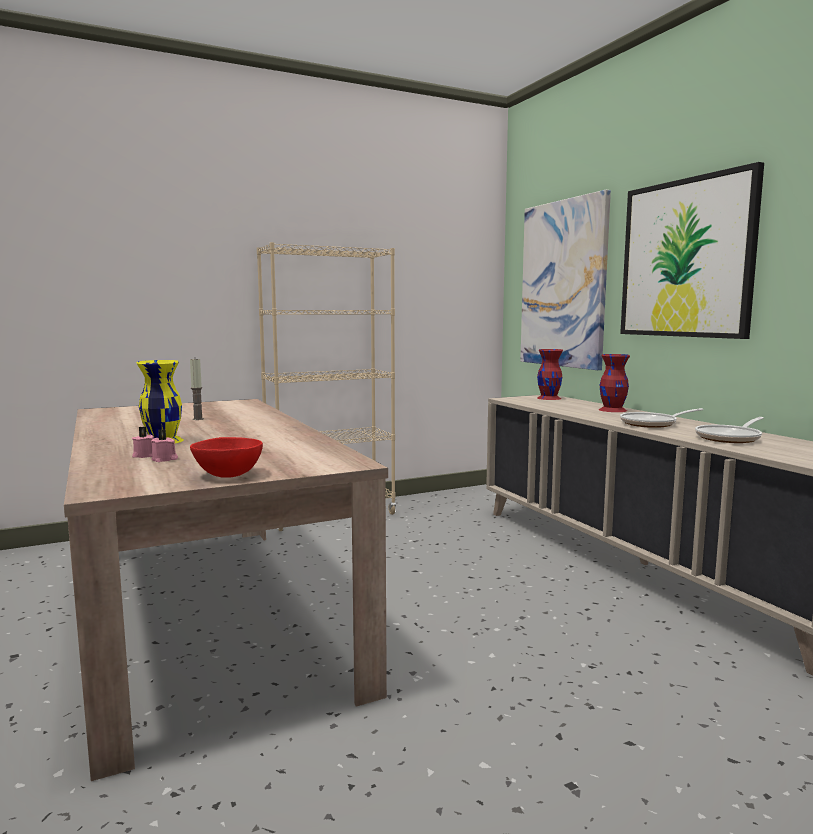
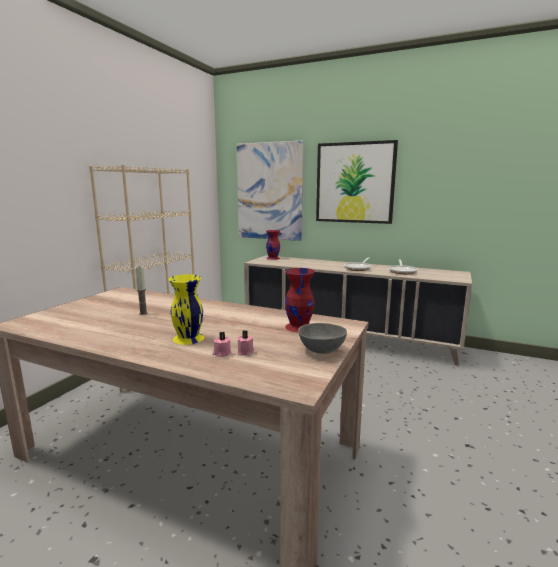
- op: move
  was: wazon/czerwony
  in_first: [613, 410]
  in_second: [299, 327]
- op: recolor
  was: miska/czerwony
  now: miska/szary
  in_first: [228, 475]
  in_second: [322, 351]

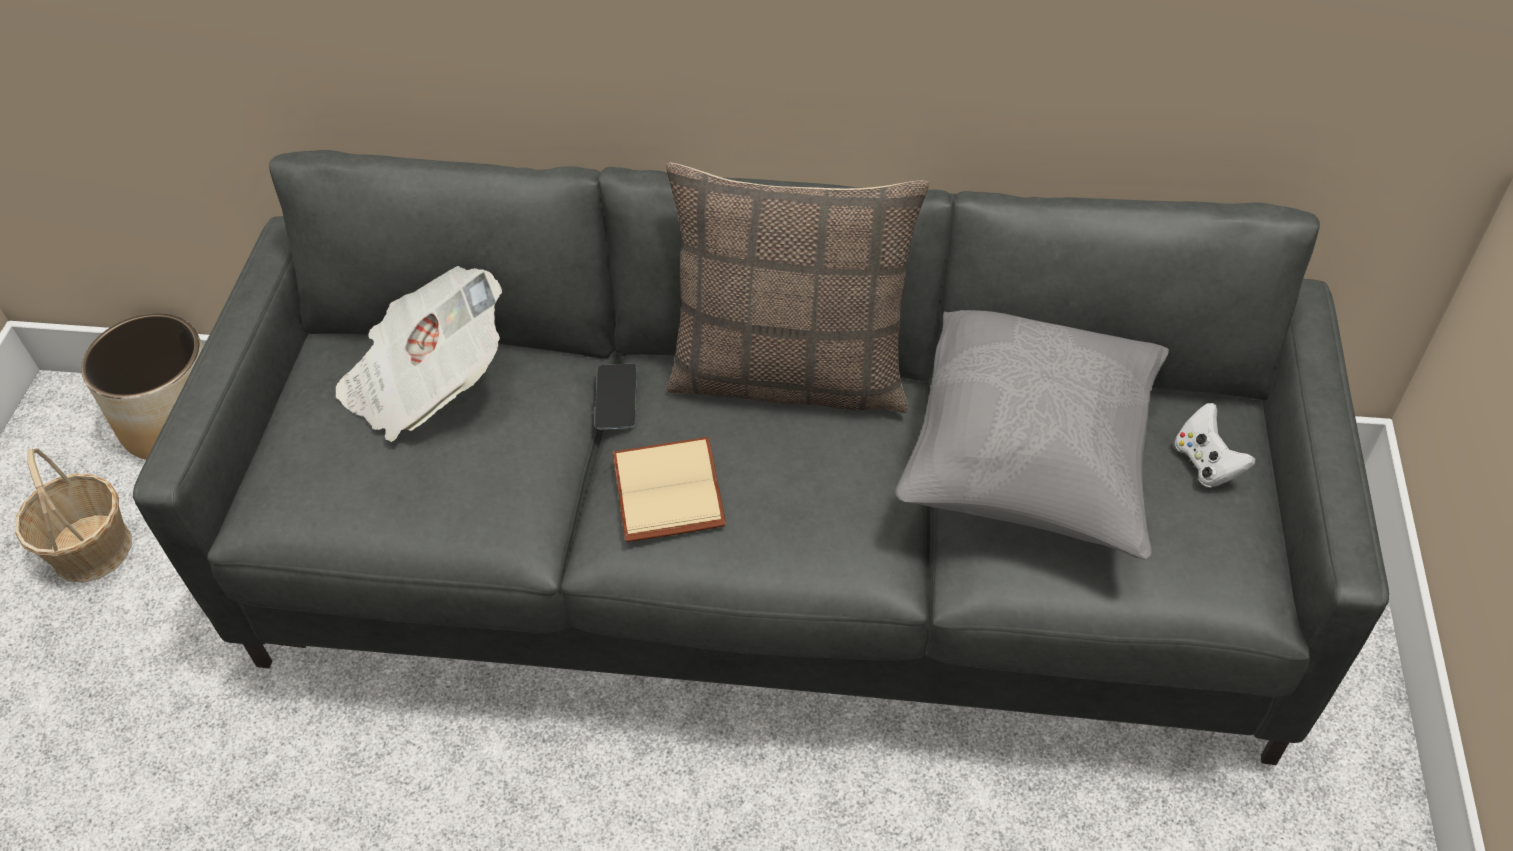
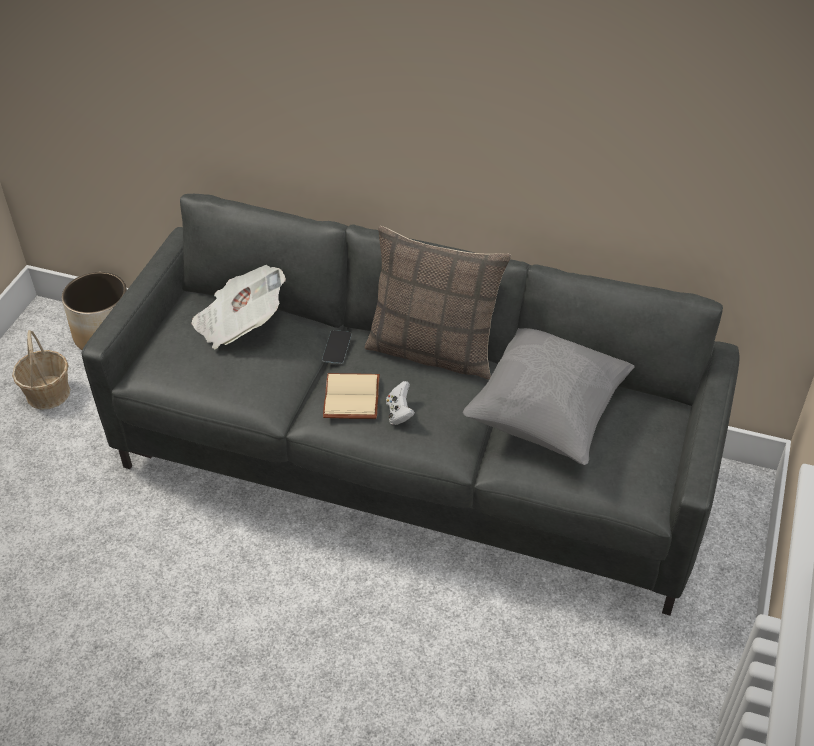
- op: move
  was: pad do gier/biały
  in_first: [1206, 463]
  in_second: [399, 413]

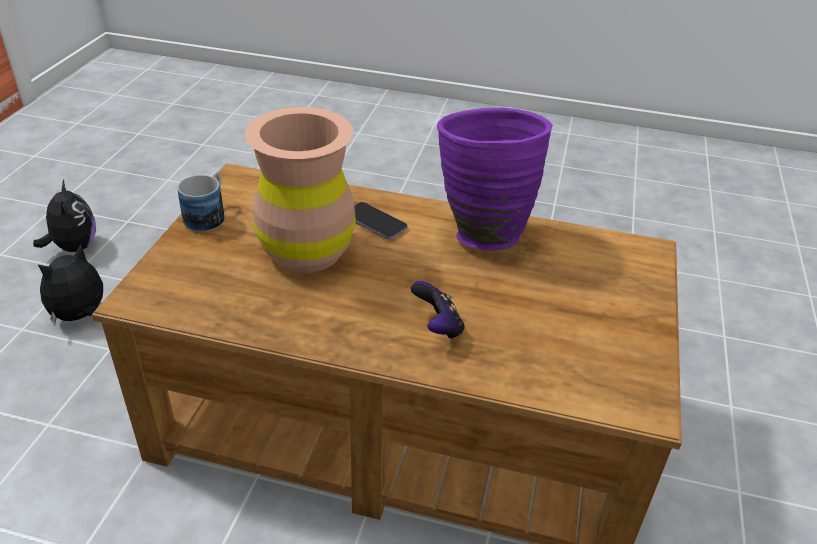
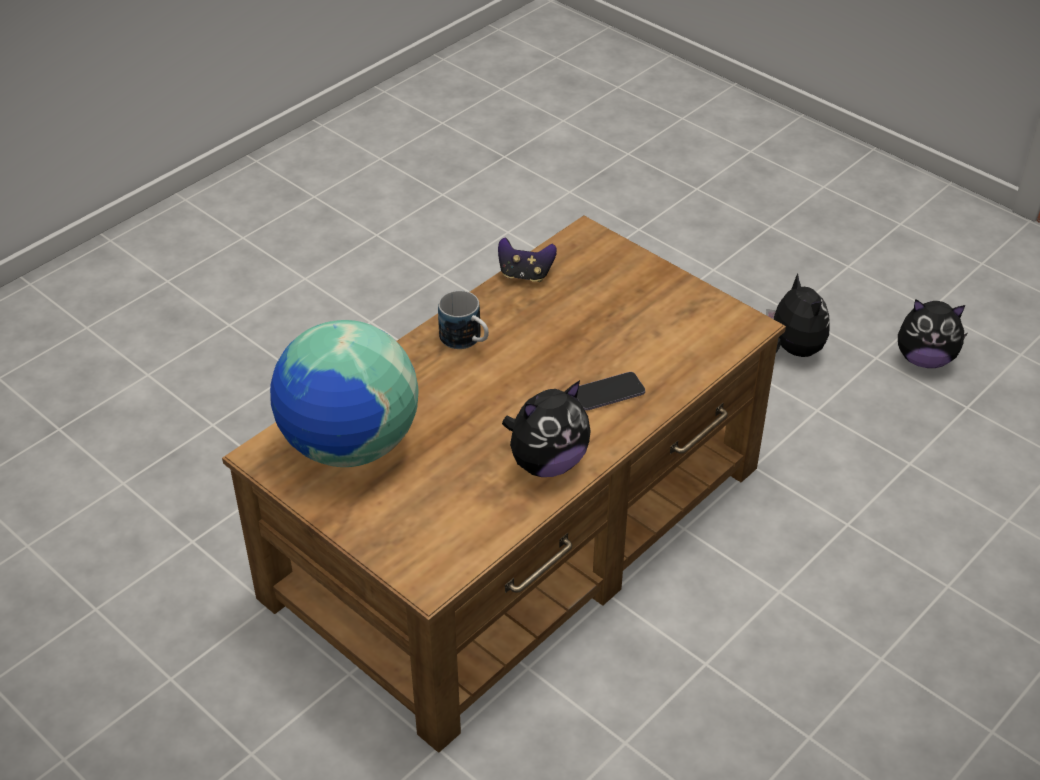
- op: delete
  was: wazon/brązowy
  in_first: [306, 251]
- op: replace
  was: wazon/fioletowy
  now: pluszak
  in_first: [480, 231]
  in_second: [547, 462]
- op: move
  was: kubek
  in_first: [208, 216]
  in_second: [466, 341]
- op: move
  was: pad do gier
  in_first: [438, 327]
  in_second: [525, 274]
- op: insert
  now: globus
  in_second: [349, 445]

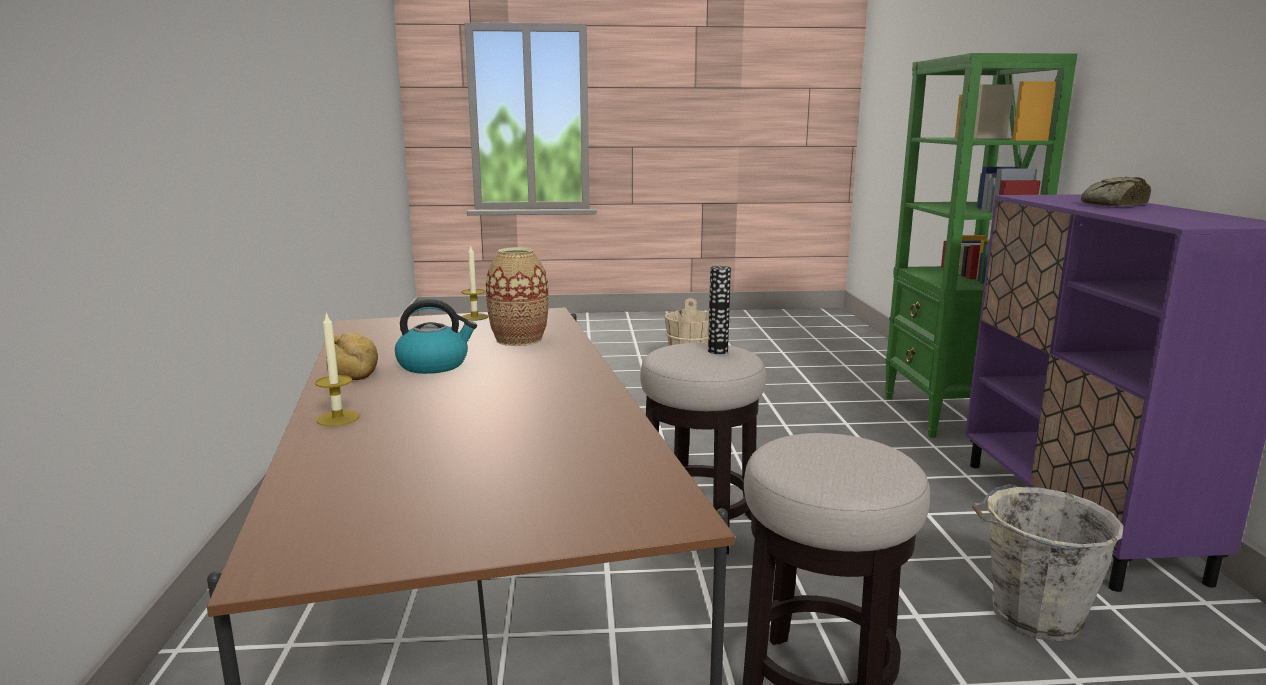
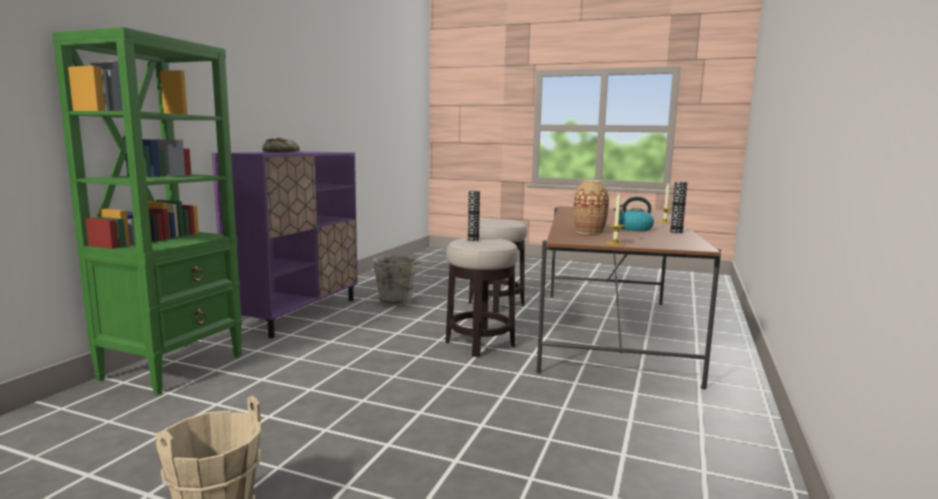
- op: replace
  was: chleb
  now: wazon
  in_first: [352, 366]
  in_second: [676, 232]

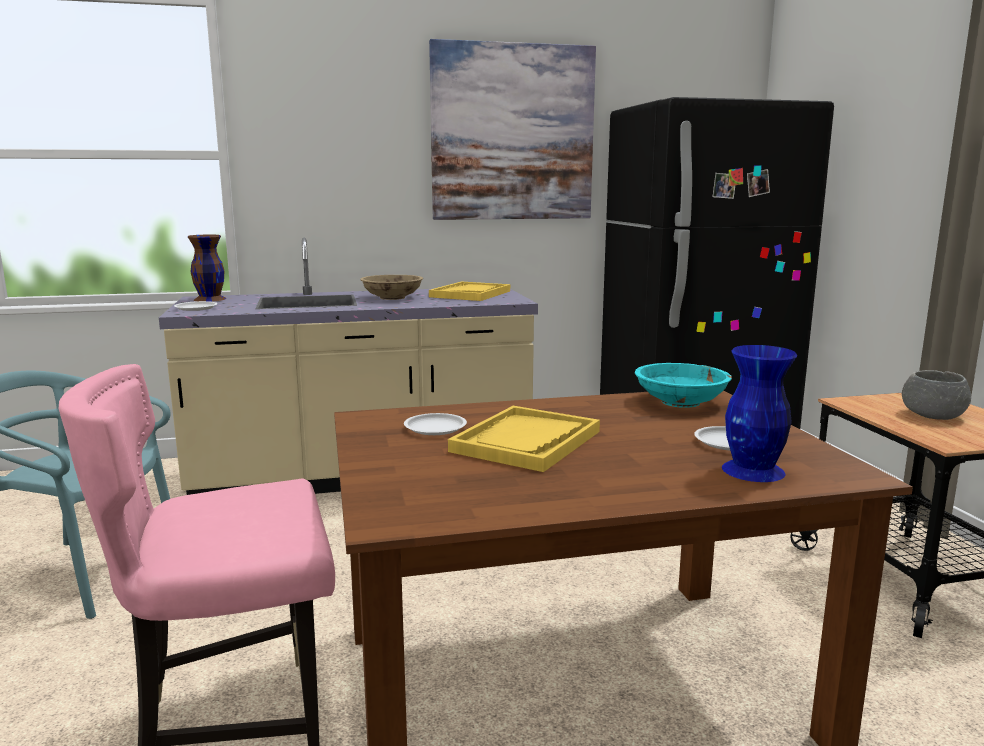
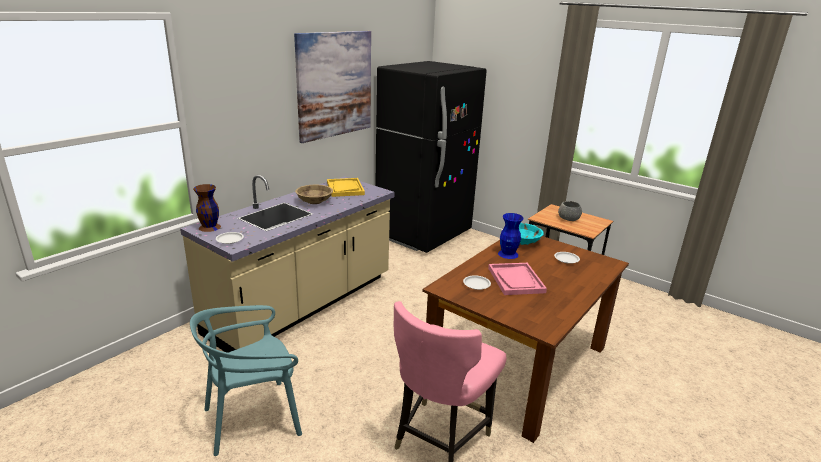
- op: move
  was: wazon/niebieski
  in_first: [752, 470]
  in_second: [508, 254]
- op: recolor
  was: taca/żółty
  now: taca/różowy
  in_first: [526, 441]
  in_second: [516, 280]

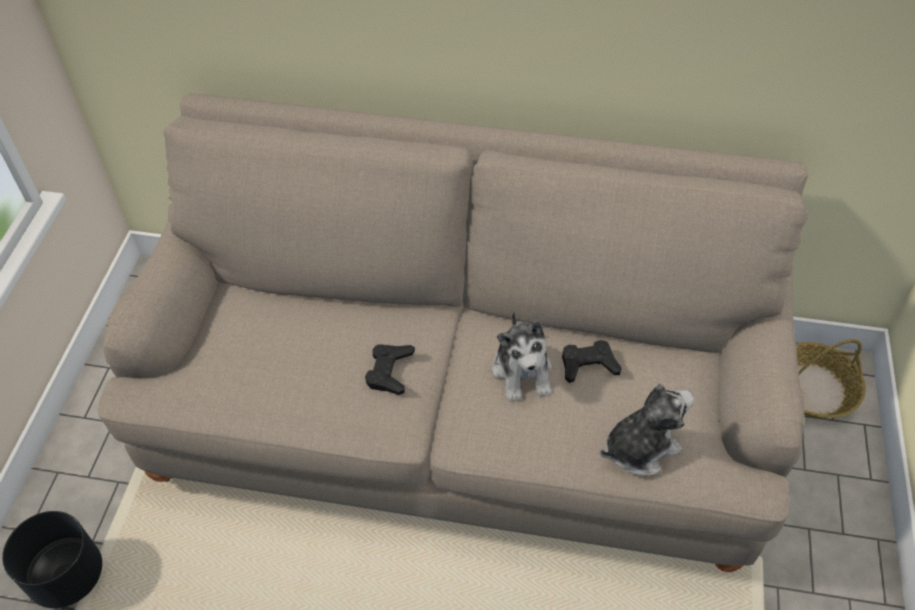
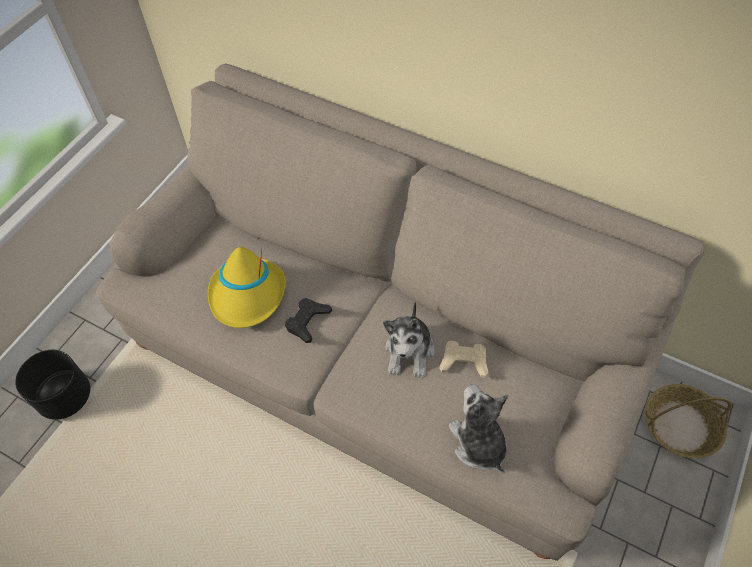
- op: recolor
  was: pad do gier/czarny
  now: pad do gier/beżowy
  in_first: [588, 364]
  in_second: [464, 361]
- op: rotate
  was: pluszak
  in_first: [639, 447]
  in_second: [478, 443]
  clockwise: -105
- op: insert
  now: kapelusz/żółty
  in_second: [248, 295]

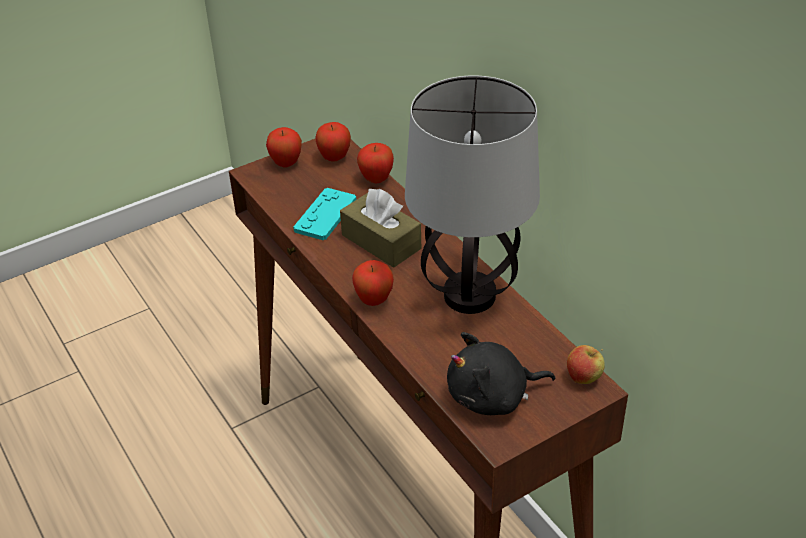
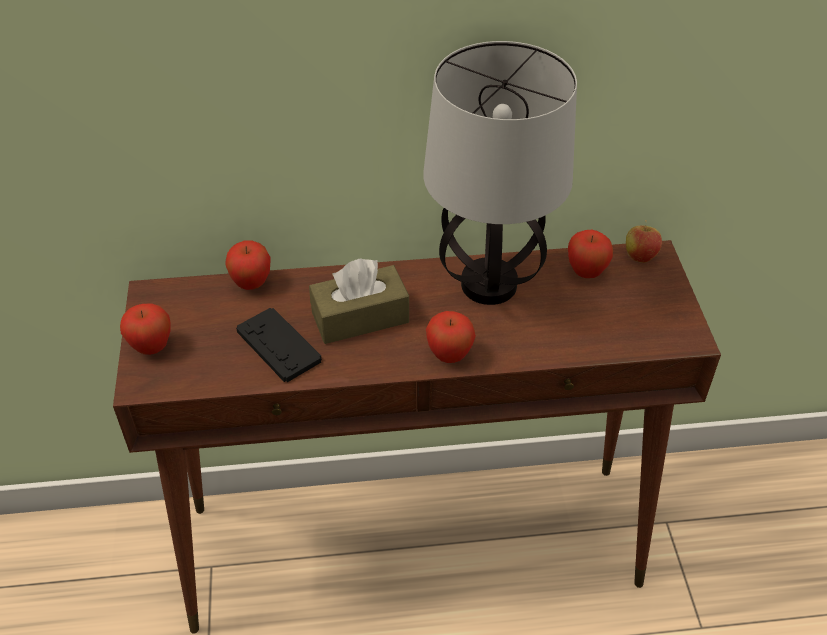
- op: move
  was: jabłko
  in_first: [334, 158]
  in_second: [586, 272]
- op: recolor
  was: pad do gier/turkusowy
  now: pad do gier/czarny
  in_first: [325, 215]
  in_second: [278, 346]
- op: delete
  was: pluszak/czarny
  in_first: [492, 397]

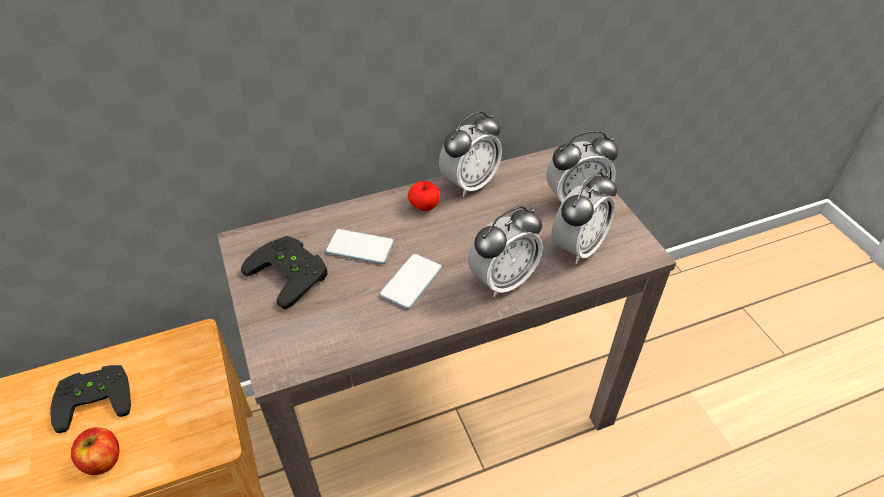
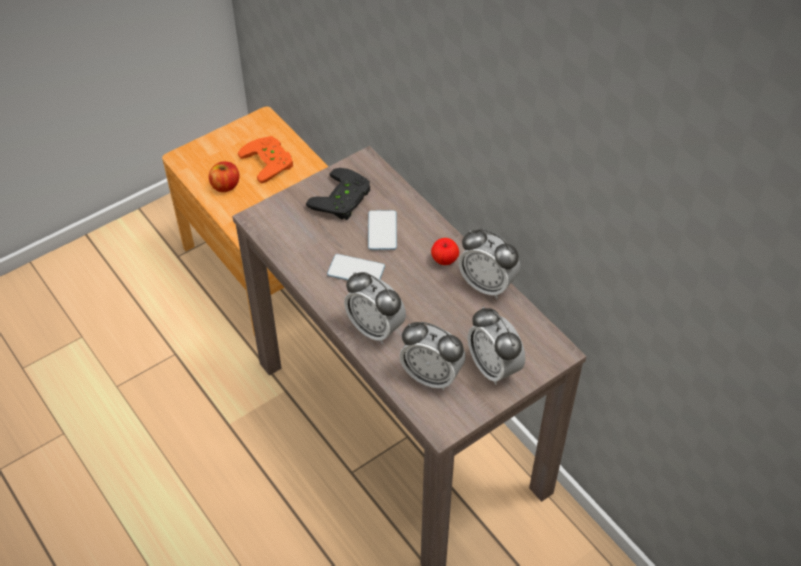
- op: recolor
  was: pad do gier/czarny
  now: pad do gier/pomarańczowy
  in_first: [96, 396]
  in_second: [270, 161]

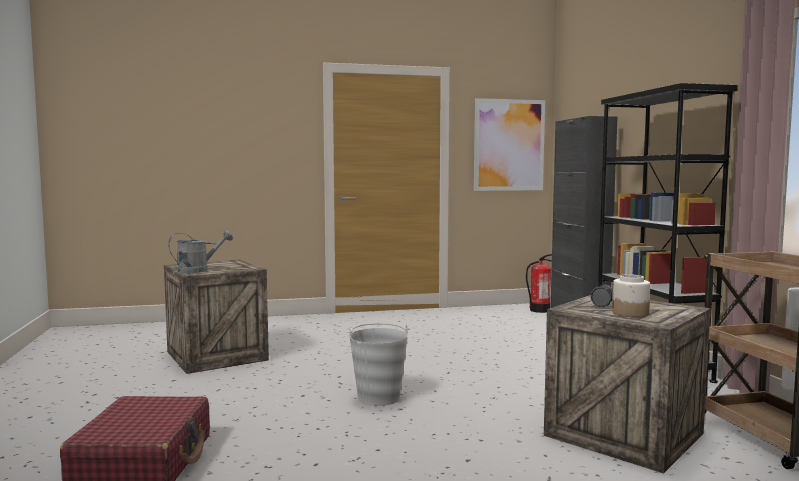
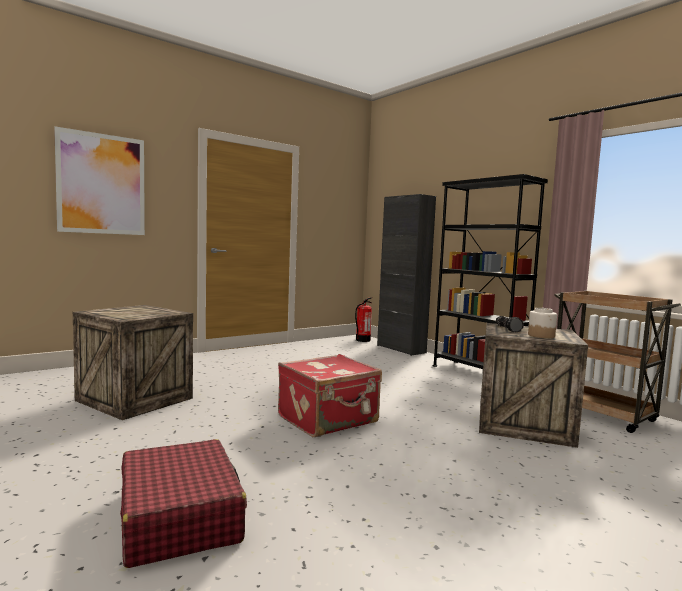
- op: move
  was: obraz
  in_first: [509, 145]
  in_second: [101, 184]
- op: delete
  was: konewka/szary
  in_first: [198, 270]
- op: replace
  was: wiadro/szary
  now: walizka/czerwony
  in_first: [379, 397]
  in_second: [329, 420]

